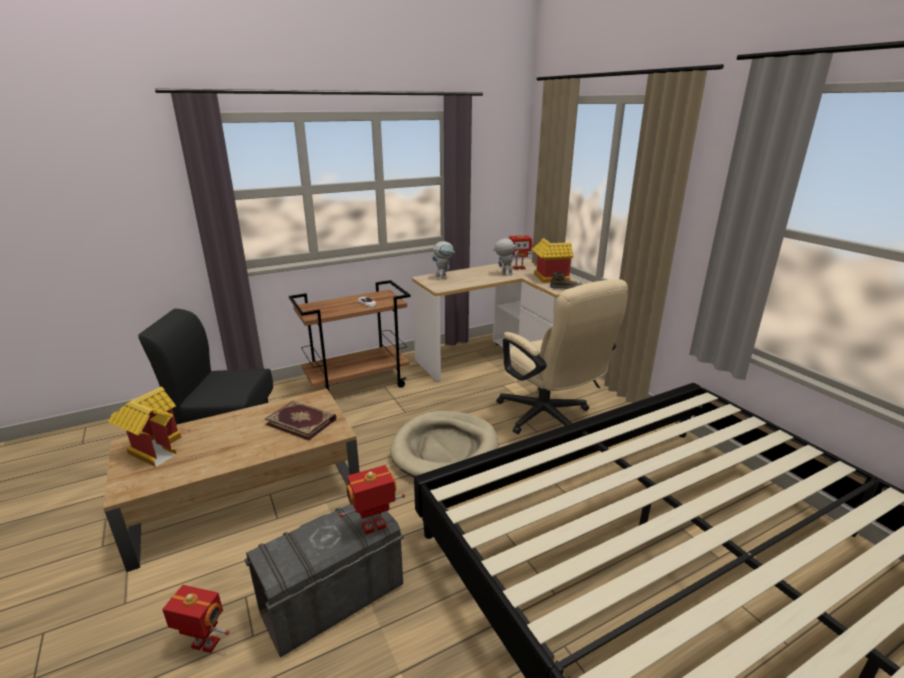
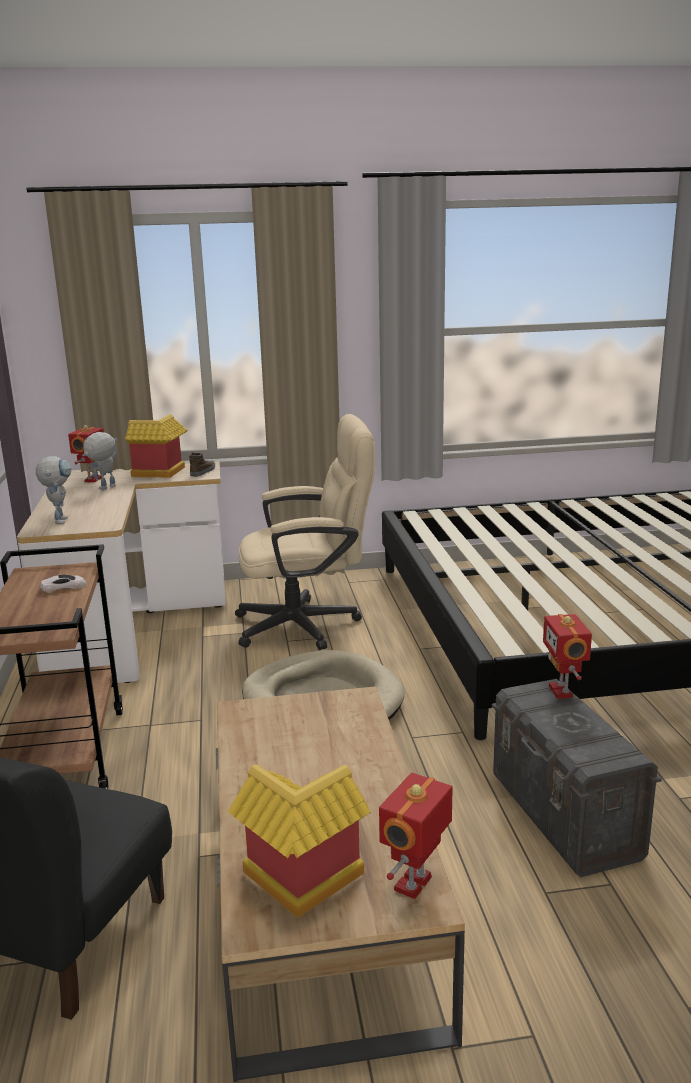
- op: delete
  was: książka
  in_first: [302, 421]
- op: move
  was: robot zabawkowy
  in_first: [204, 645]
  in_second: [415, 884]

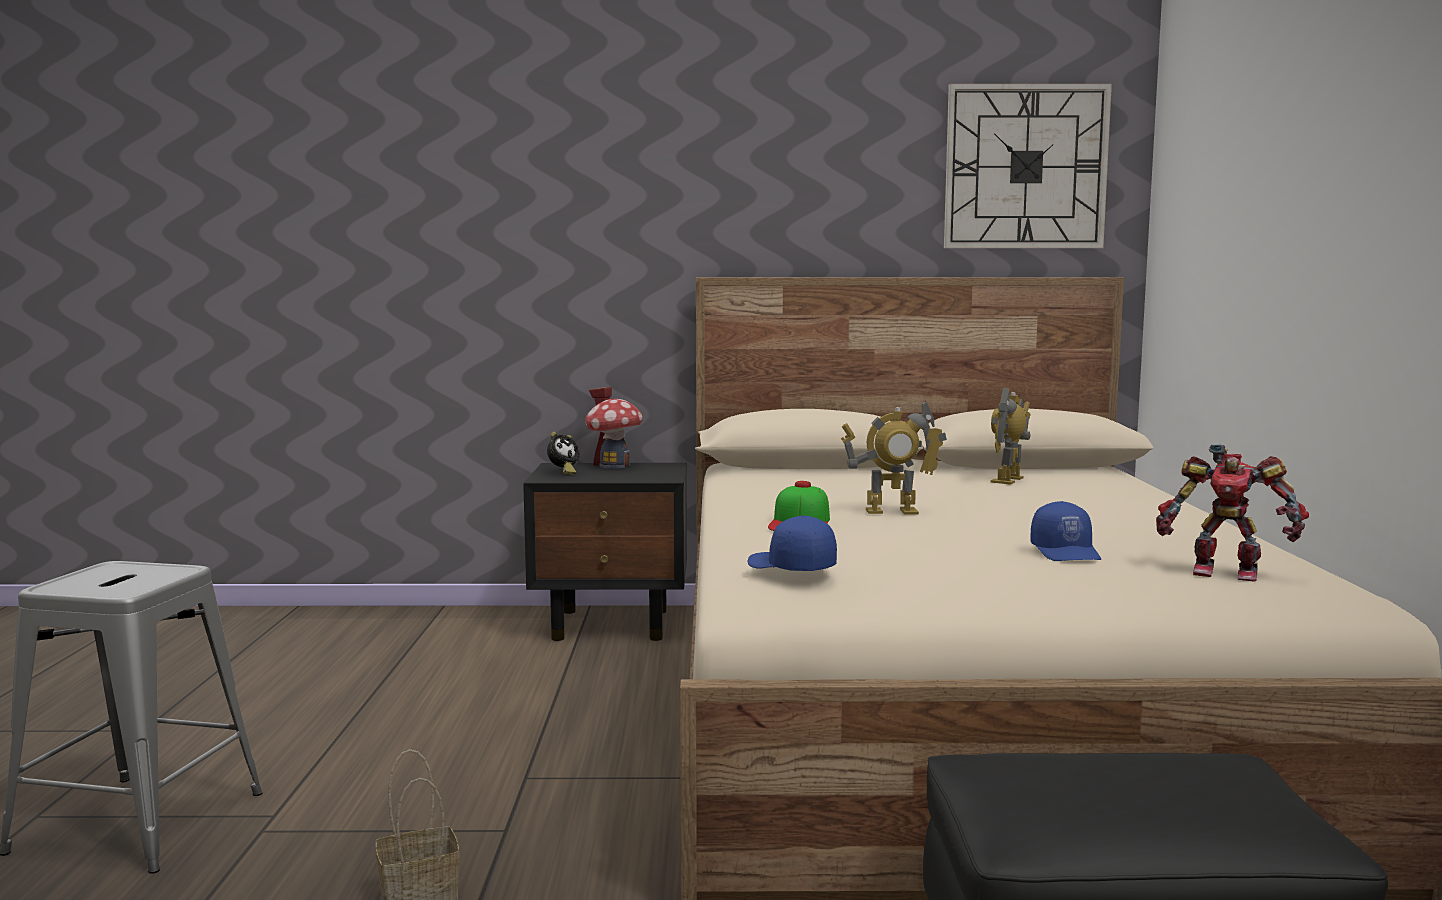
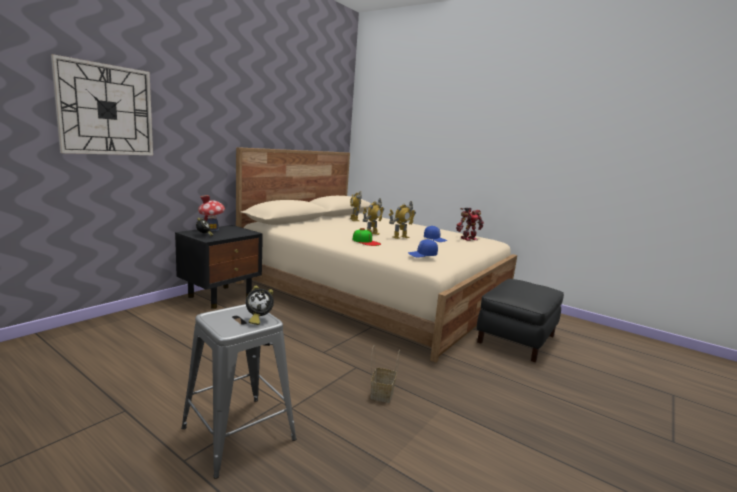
- op: move
  was: zegar ścienny
  in_first: [1025, 167]
  in_second: [106, 110]
- op: insert
  now: robot zabawkowy
  in_second: [400, 237]
- op: insert
  now: budzik
  in_second: [258, 319]

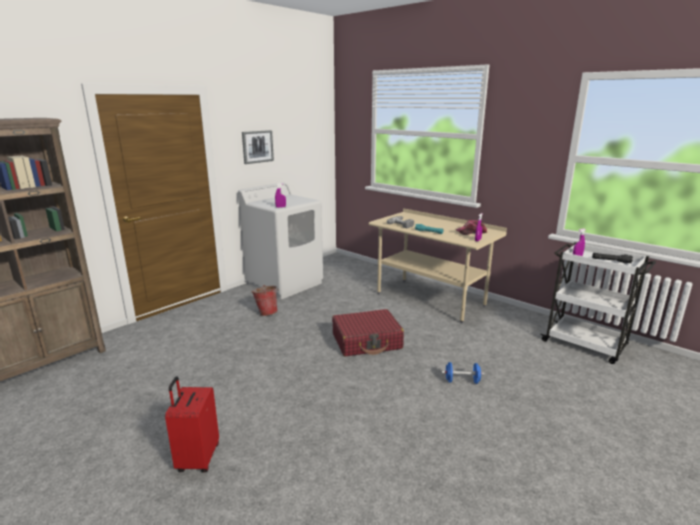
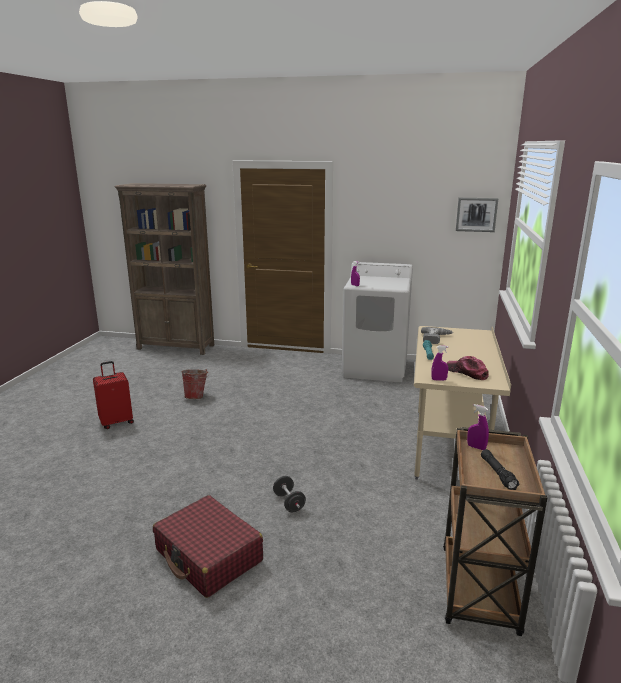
- op: move
  was: obraz
  in_first: [257, 146]
  in_second: [476, 214]
- op: recolor
  was: wózek/biały
  now: wózek/brązowy
  in_first: [585, 344]
  in_second: [479, 591]
- op: move
  was: wiadro
  in_first: [267, 312]
  in_second: [196, 396]
- op: move
  was: walizka/czerwony
  in_first: [367, 341]
  in_second: [209, 556]
- op: recolor
  was: hantel/niebieski
  now: hantel/czarny
  in_first: [462, 381]
  in_second: [289, 503]

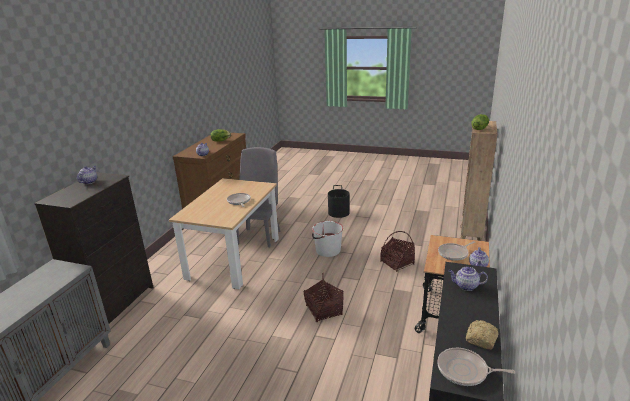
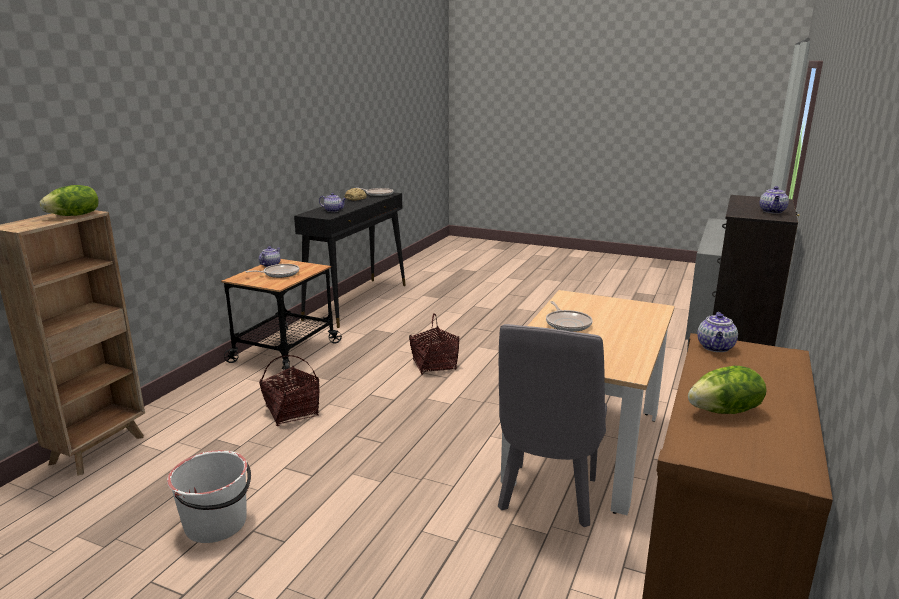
- op: delete
  was: wiadro/czarny
  in_first: [339, 212]
- op: move
  was: wiadro/biały
  in_first: [327, 250]
  in_second: [216, 524]

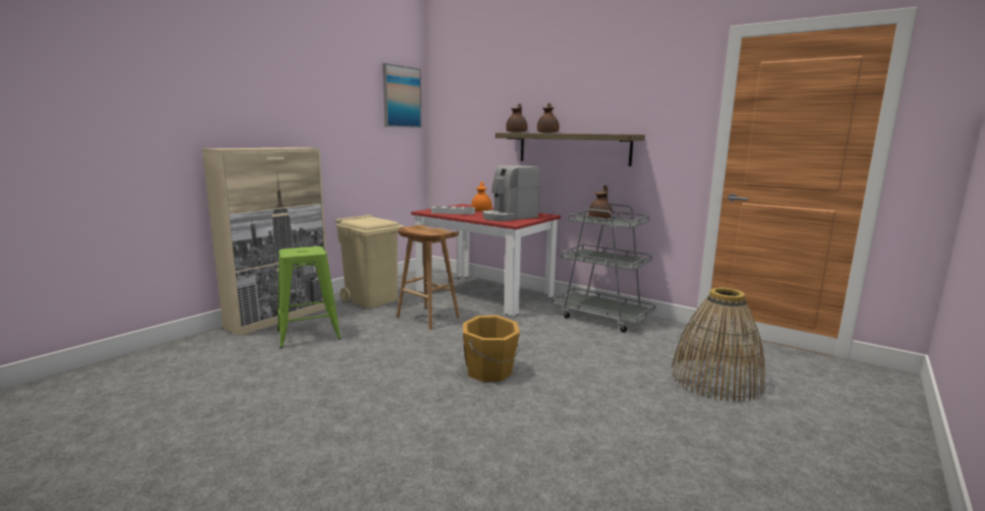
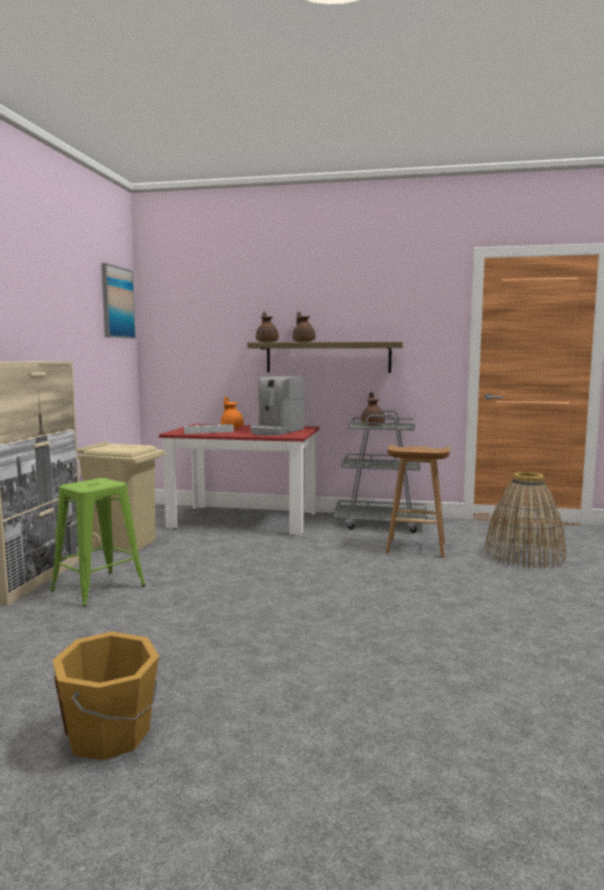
- op: move
  was: stołek/brązowy
  in_first: [427, 317]
  in_second: [415, 548]
- op: move
  was: wiadro/pomarańczowy
  in_first: [490, 371]
  in_second: [110, 734]

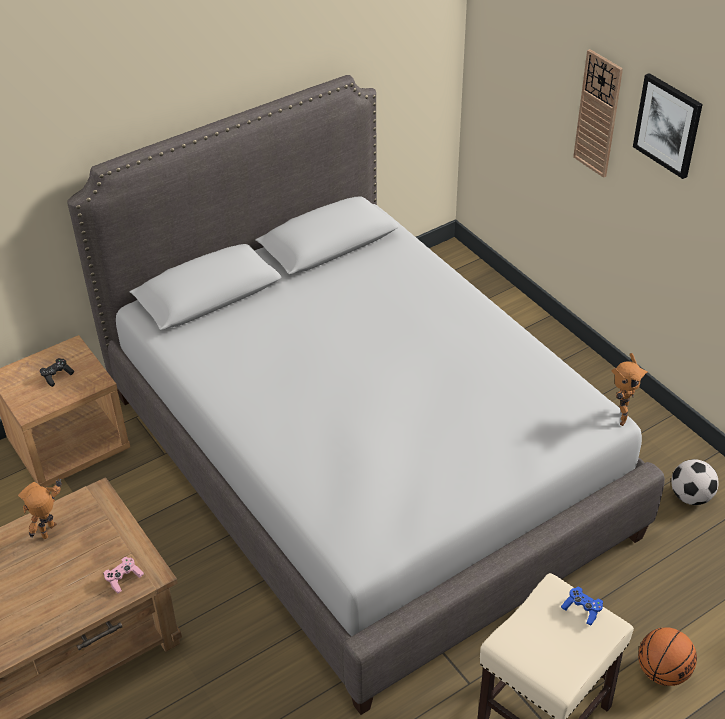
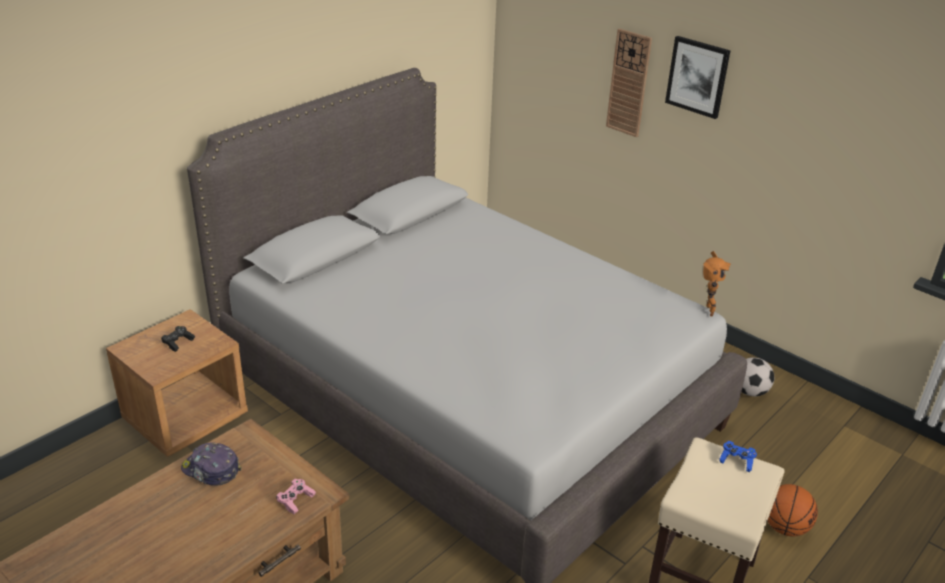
- op: replace
  was: robot zabawkowy
  now: czapka z daszkiem
  in_first: [52, 532]
  in_second: [211, 470]

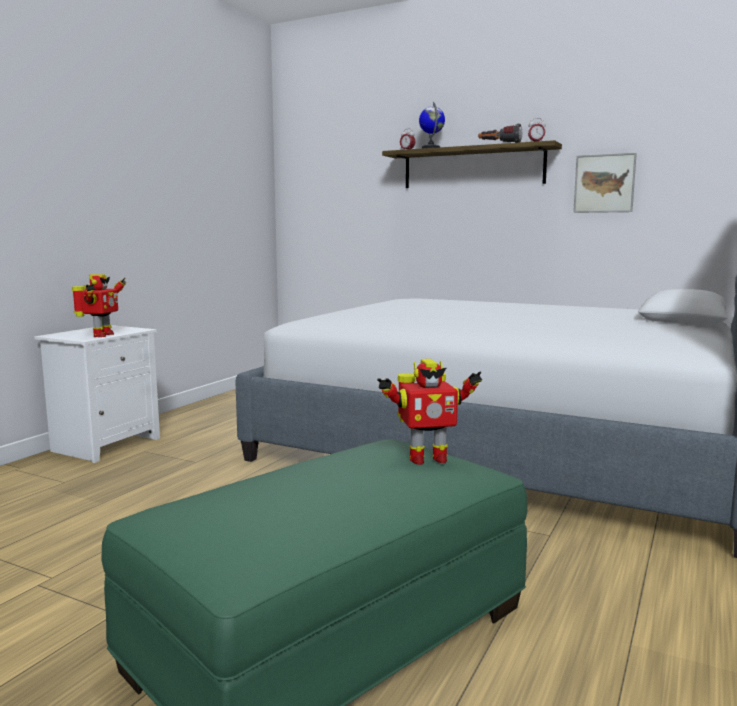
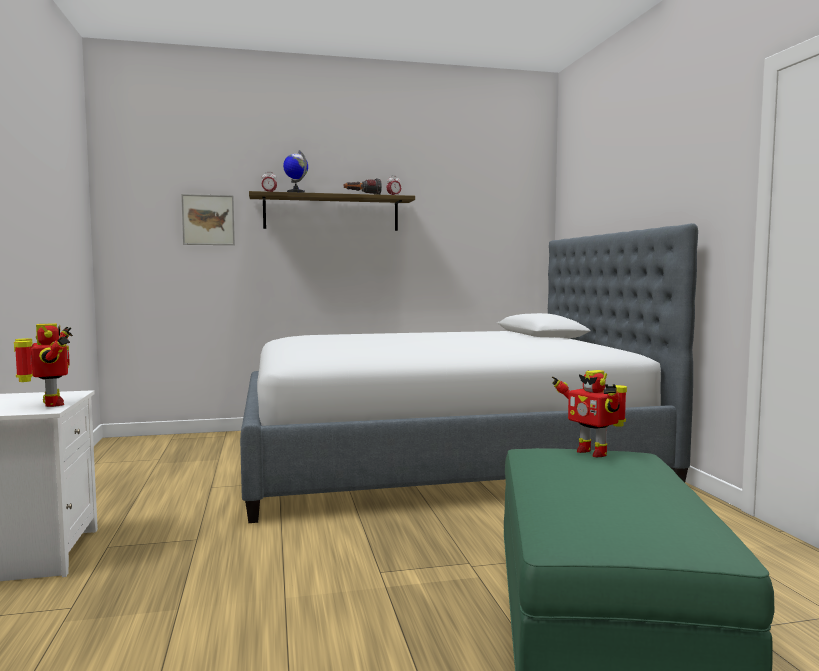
- op: move
  was: obraz
  in_first: [604, 183]
  in_second: [208, 220]
- op: rotate
  was: robot zabawkowy
  in_first: [426, 459]
  in_second: [592, 452]
  clockwise: 105

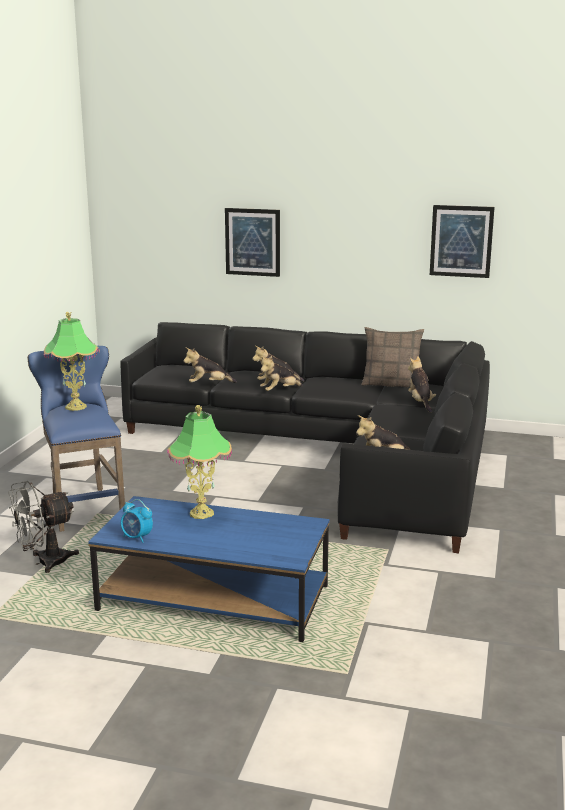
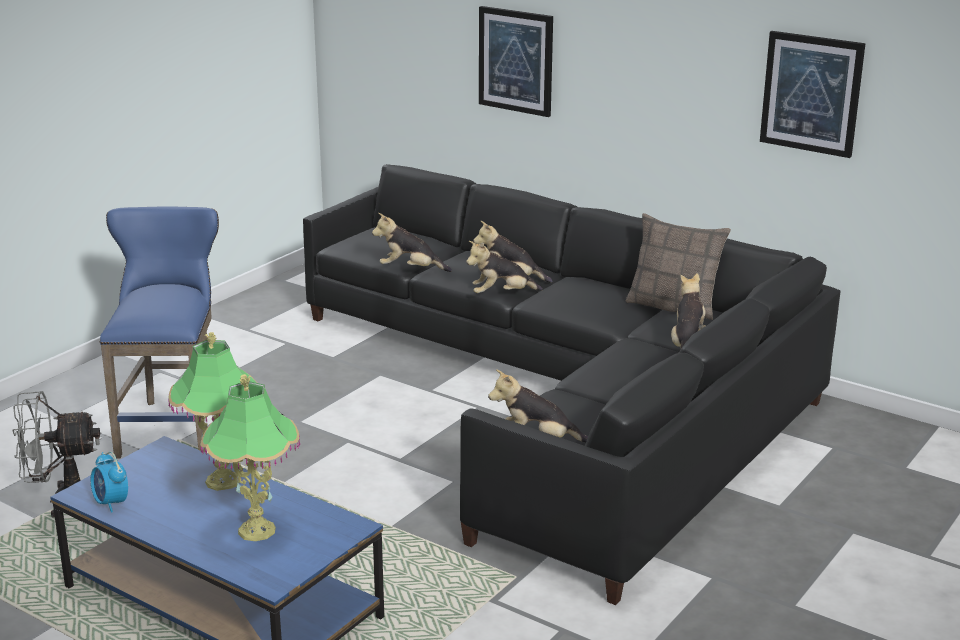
- op: move
  was: lampa stołowa
  in_first: [76, 407]
  in_second: [257, 530]

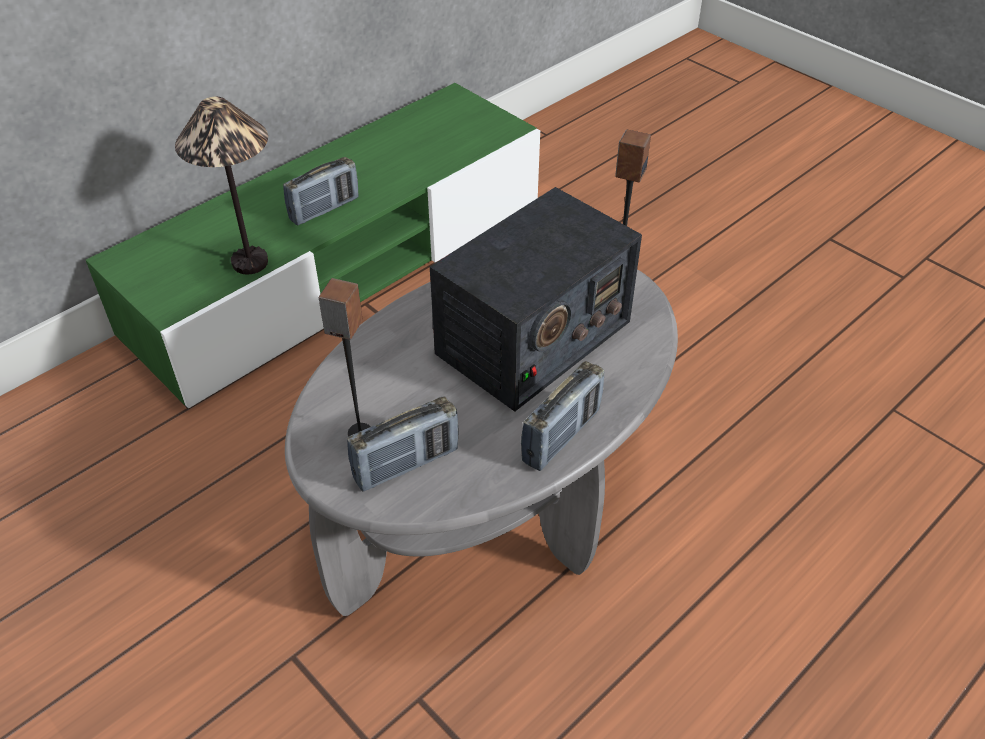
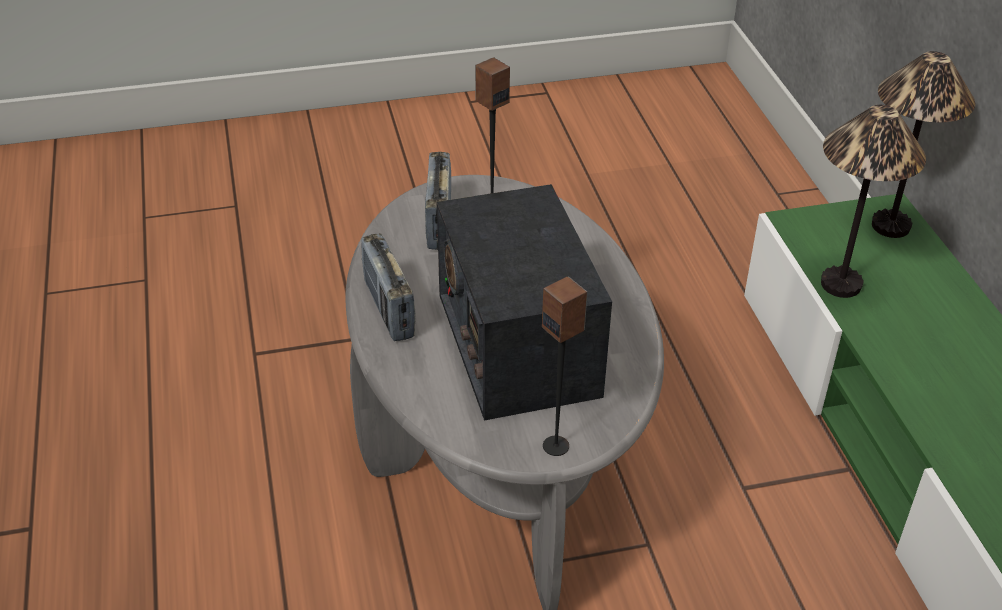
- op: delete
  was: radio
  in_first: [324, 209]
- op: insert
  now: lampa stołowa
  in_second: [891, 227]

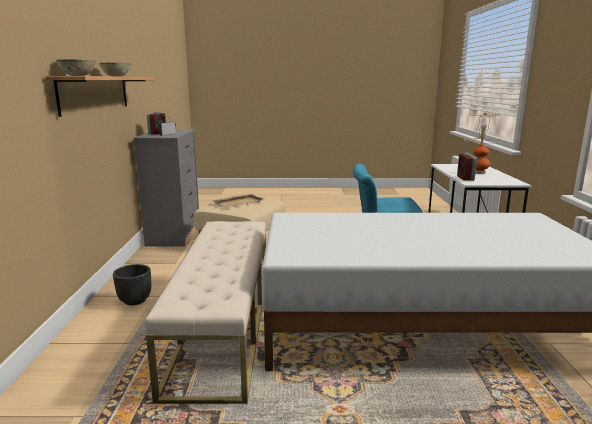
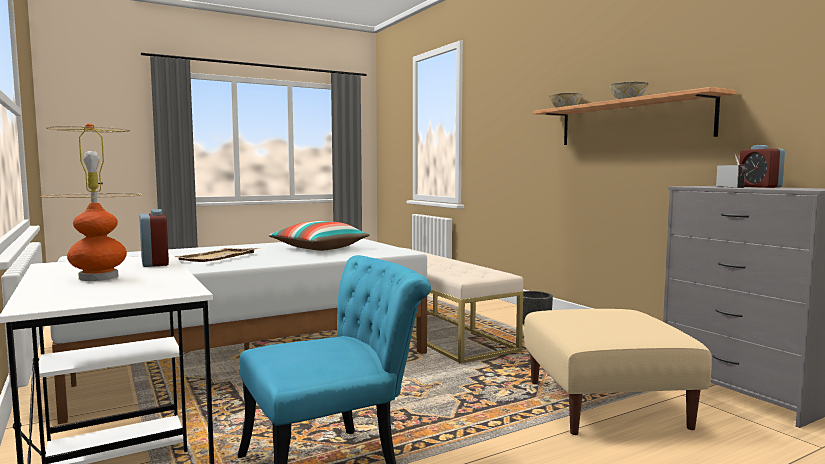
- op: move
  was: taca/beżowy
  in_first: [239, 202]
  in_second: [217, 257]
- op: insert
  now: poduszka
  in_second: [320, 248]

